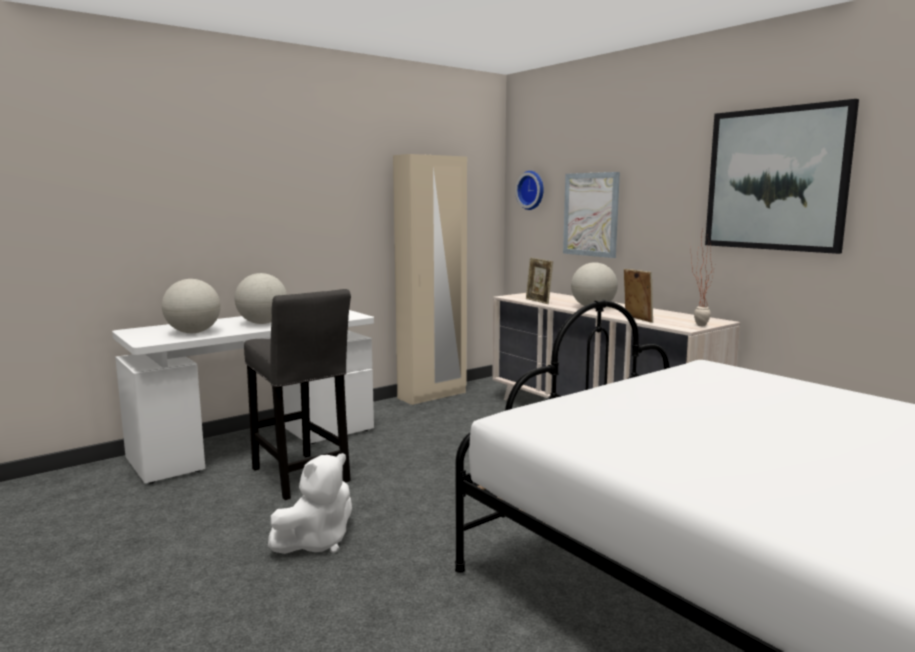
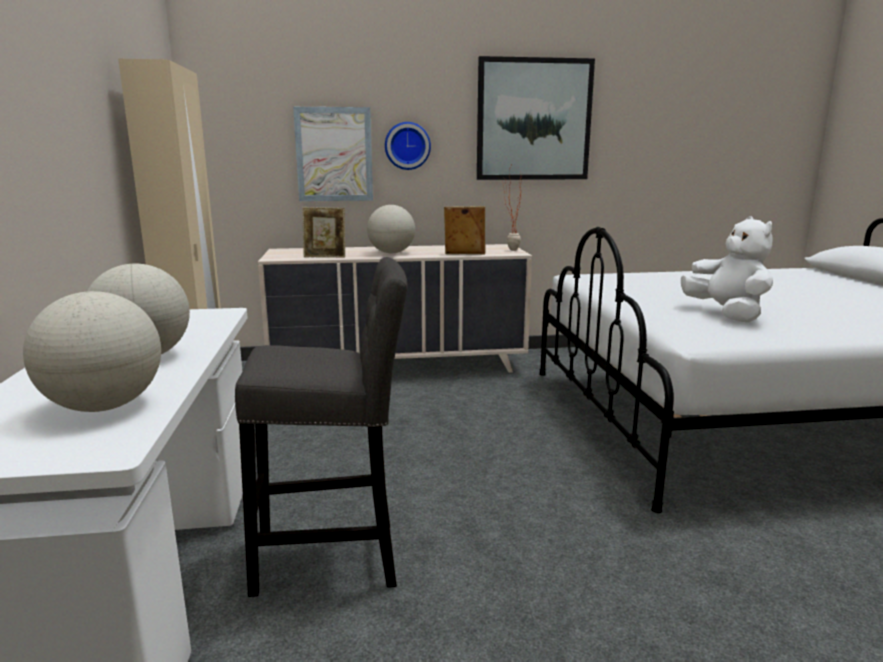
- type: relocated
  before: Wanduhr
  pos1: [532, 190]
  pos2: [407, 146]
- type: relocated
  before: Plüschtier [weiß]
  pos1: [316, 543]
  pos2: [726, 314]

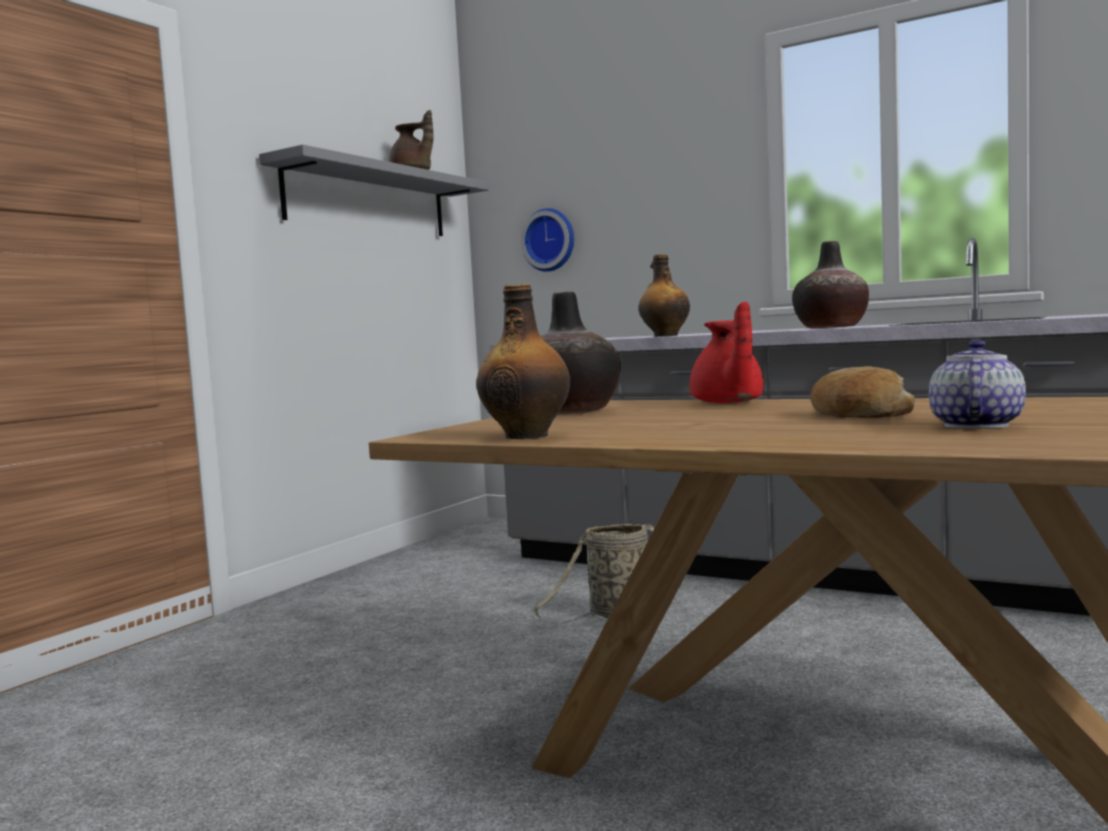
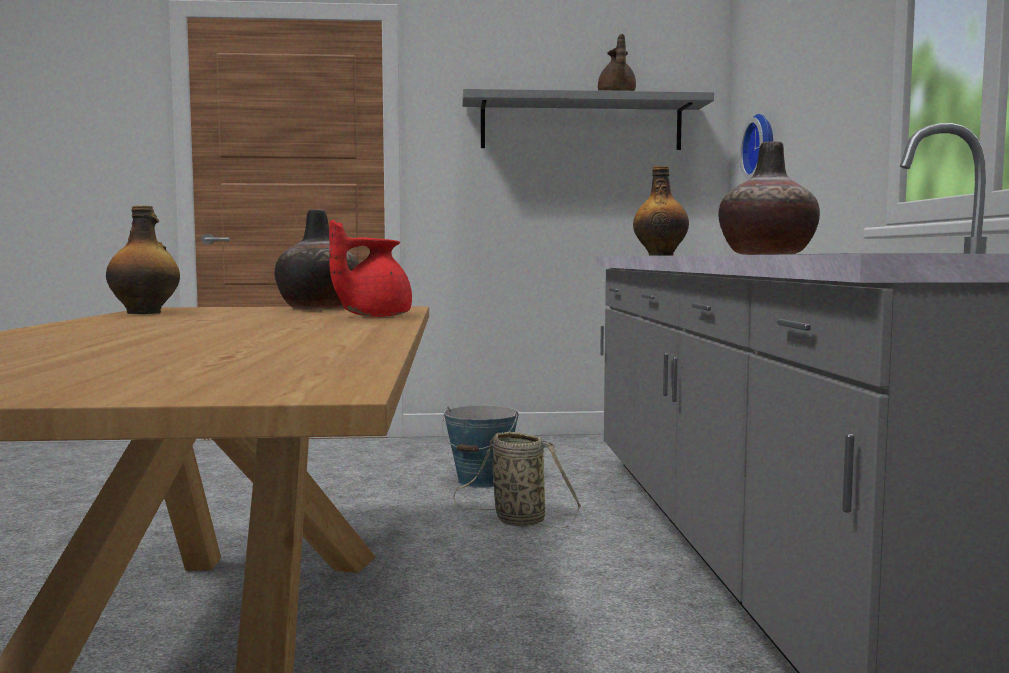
- type: missing
  before: Teekanne
  pos1: [974, 425]
- type: missing
  before: Brot
  pos1: [857, 415]
- type: appeared
  after: Eimer
  pos2: [481, 481]

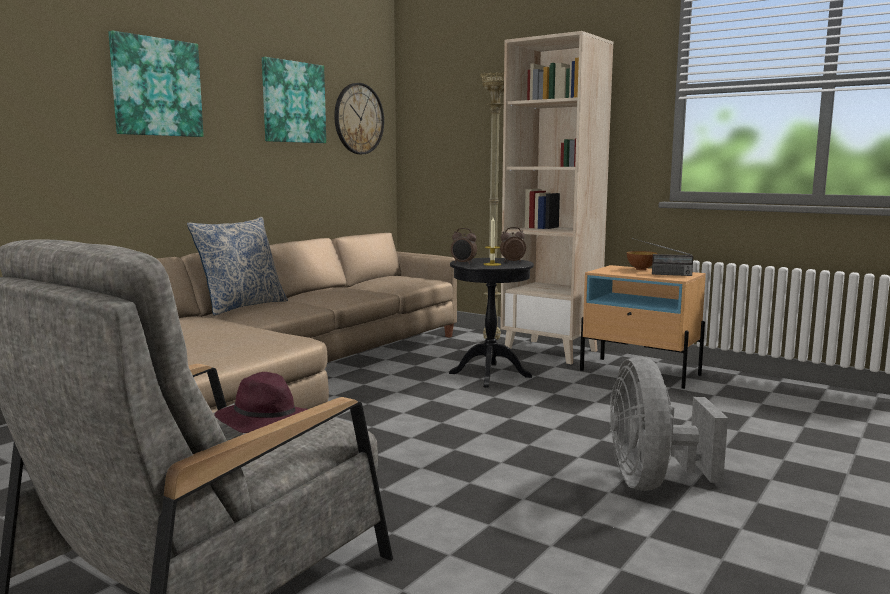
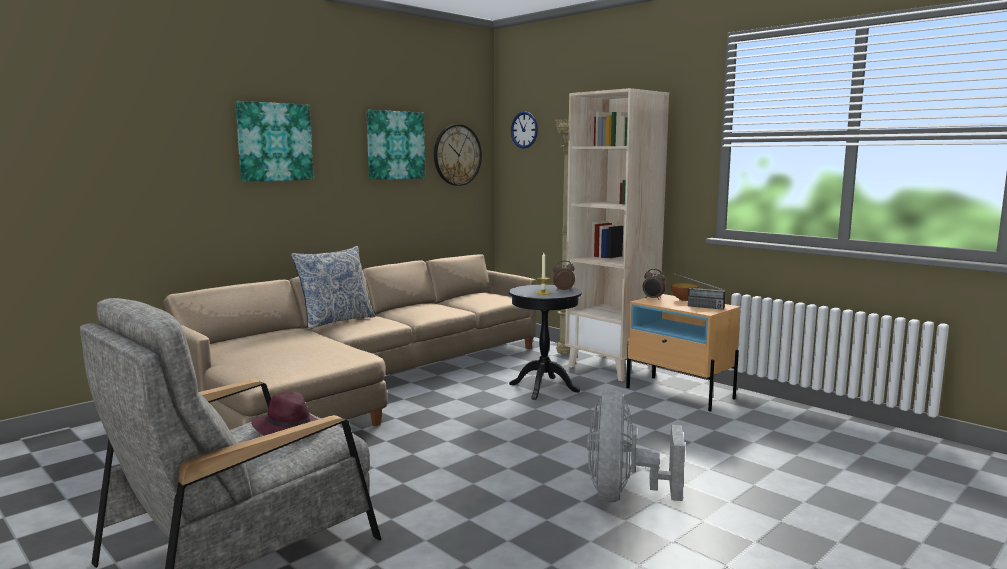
- type: relocated
  before: Wecker
  pos1: [463, 263]
  pos2: [653, 298]
- type: appeared
  after: Wanduhr
  pos2: [524, 130]

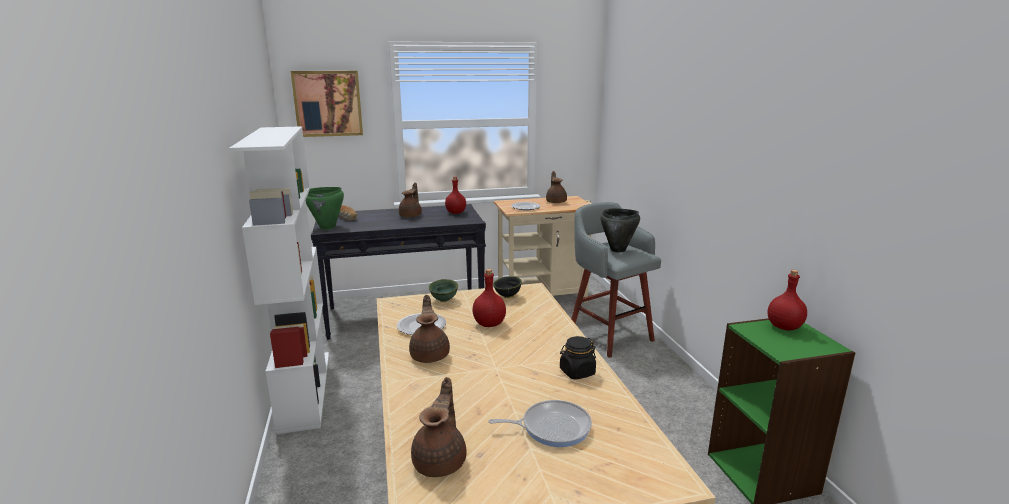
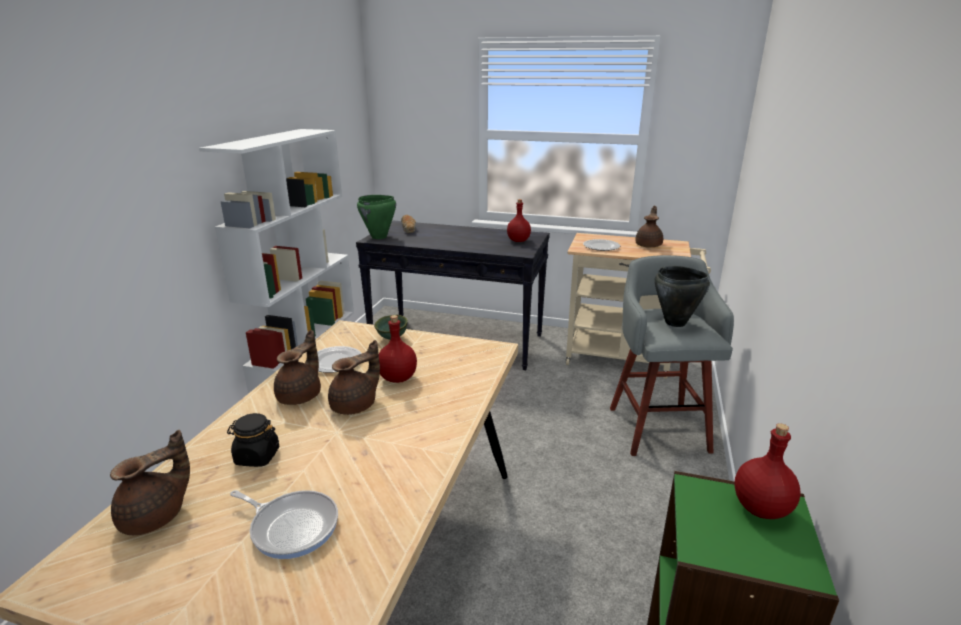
- type: missing
  before: Bild
  pos1: [328, 103]
- type: relocated
  before: Teekanne [braun]
  pos1: [411, 216]
  pos2: [356, 405]
- type: missing
  before: Schüssel [schwarz]
  pos1: [508, 296]
- type: relocated
  before: Vorratsglas [schwarz]
  pos1: [577, 372]
  pos2: [257, 456]

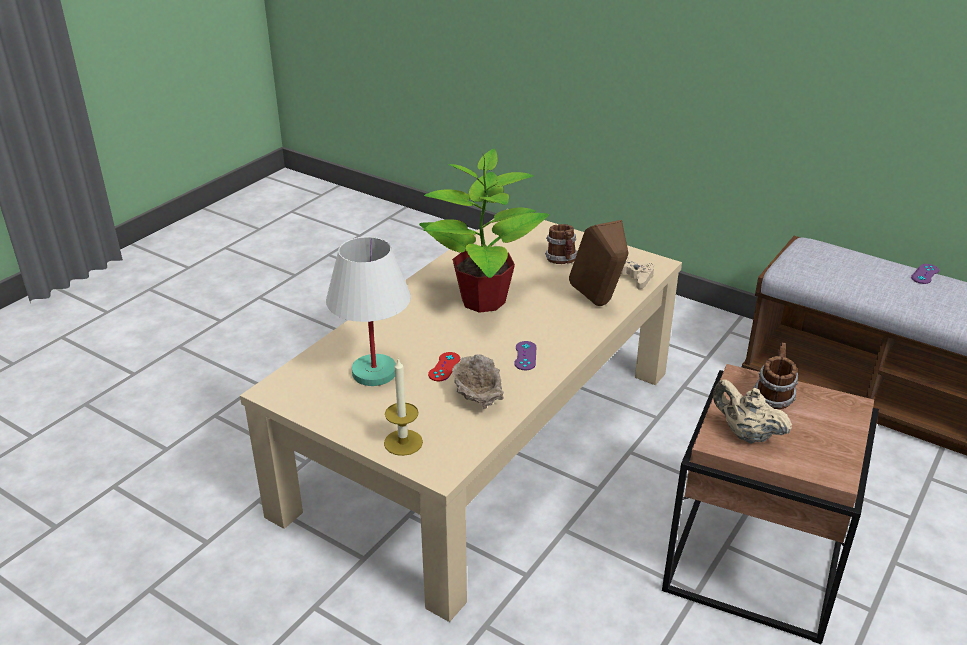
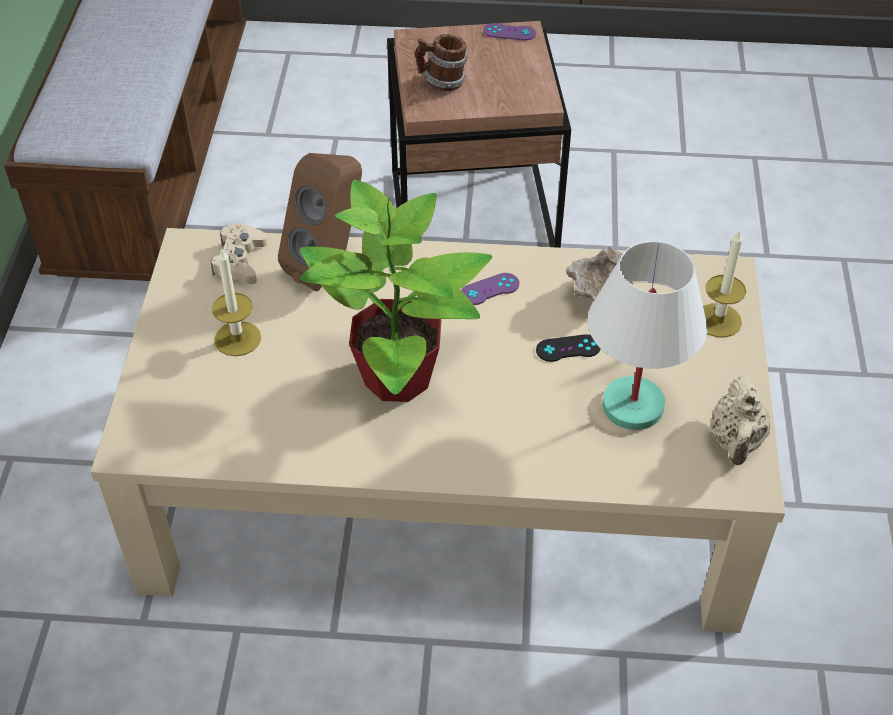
- type: exchanged
  before: Henkelbecher
  after: Kerze
  pos1: [562, 261]
  pos2: [237, 338]
- type: relocated
  before: Gamepad [lila]
  pos1: [925, 274]
  pos2: [509, 32]
- type: colour
  before: Gamepad [rot]
  after: Gamepad [schwarz]
  pos1: [444, 367]
  pos2: [568, 348]
- type: relocated
  before: Teekanne [beige]
  pos1: [746, 434]
  pos2: [736, 442]

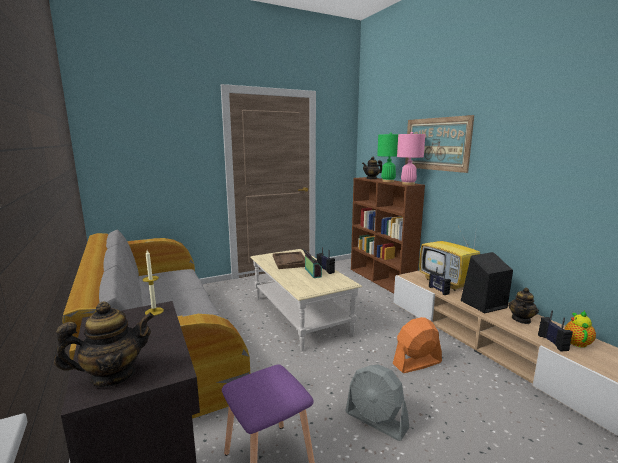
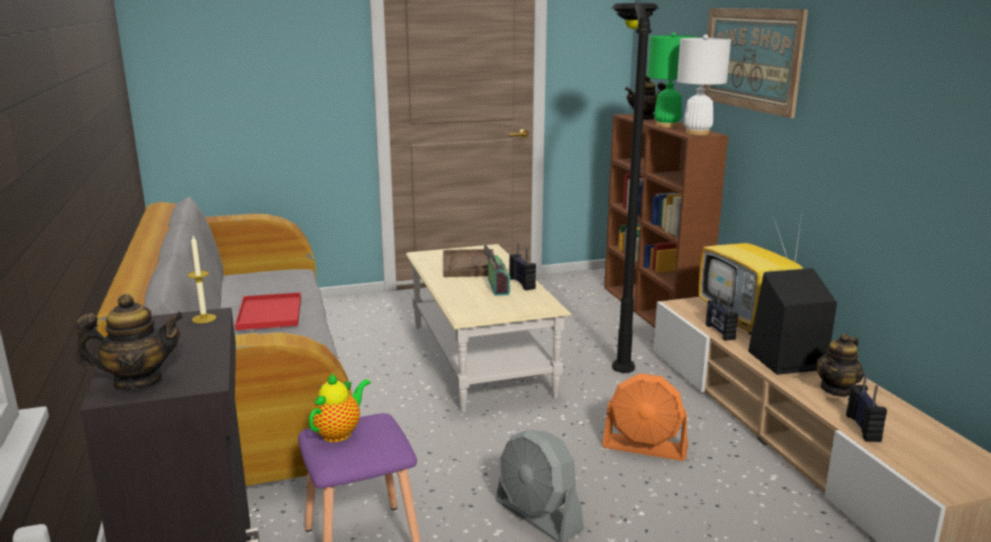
- type: colour
  before: Tischlampe [rosa]
  after: Tischlampe [weiß]
  pos1: [408, 184]
  pos2: [697, 133]
- type: relocated
  before: Teekanne
  pos1: [577, 342]
  pos2: [339, 432]
- type: spun
  before: Ventilator [orange]
  pos1: [417, 363]
  pos2: [645, 447]
  turn: -150
- type: appeared
  after: Stehlampe [schwarz]
  pos2: [618, 338]
- type: appeared
  after: Tablett [rot]
  pos2: [270, 313]

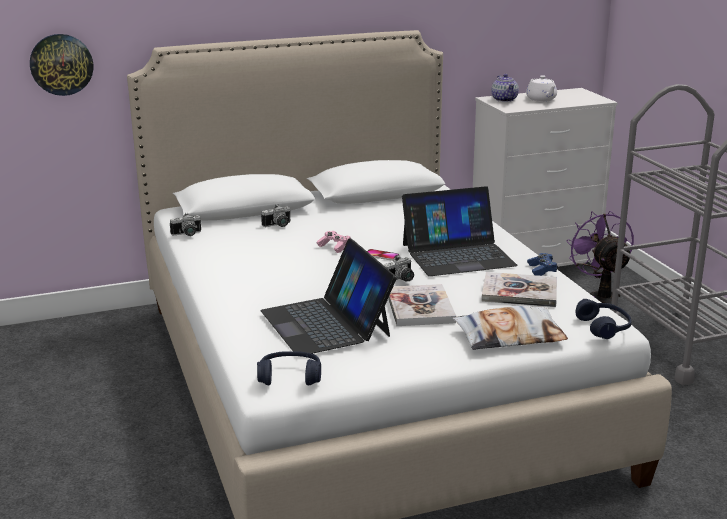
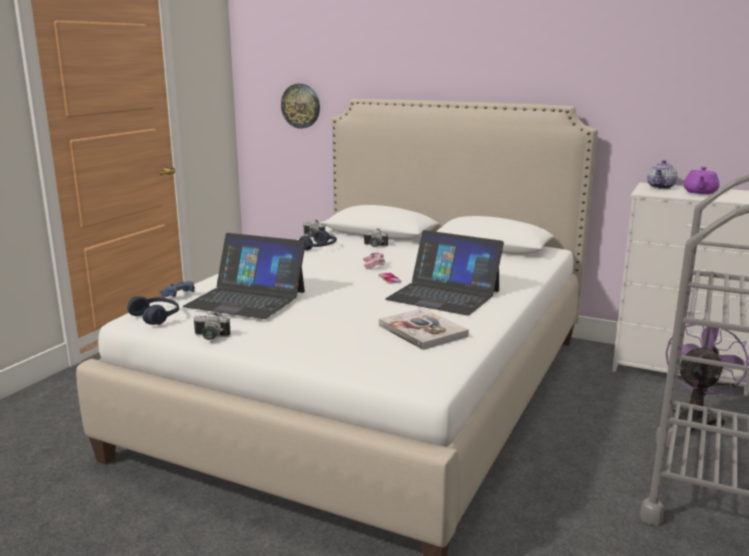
- type: colour
  before: Teekanne [weiß]
  after: Teekanne [lila]
  pos1: [541, 99]
  pos2: [700, 192]
- type: spun
  before: Laptop
  pos1: [326, 323]
  pos2: [246, 299]
  turn: -90
- type: relocated
  before: Gamepad [blau]
  pos1: [541, 270]
  pos2: [178, 295]
- type: relocated
  before: Kamera
  pos1: [401, 280]
  pos2: [210, 337]
- type: missing
  before: Buch
  pos1: [420, 308]
- type: relocated
  before: Kopfhörer [blau]
  pos1: [603, 327]
  pos2: [319, 248]
- type: missing
  before: Kissen
  pos1: [509, 336]

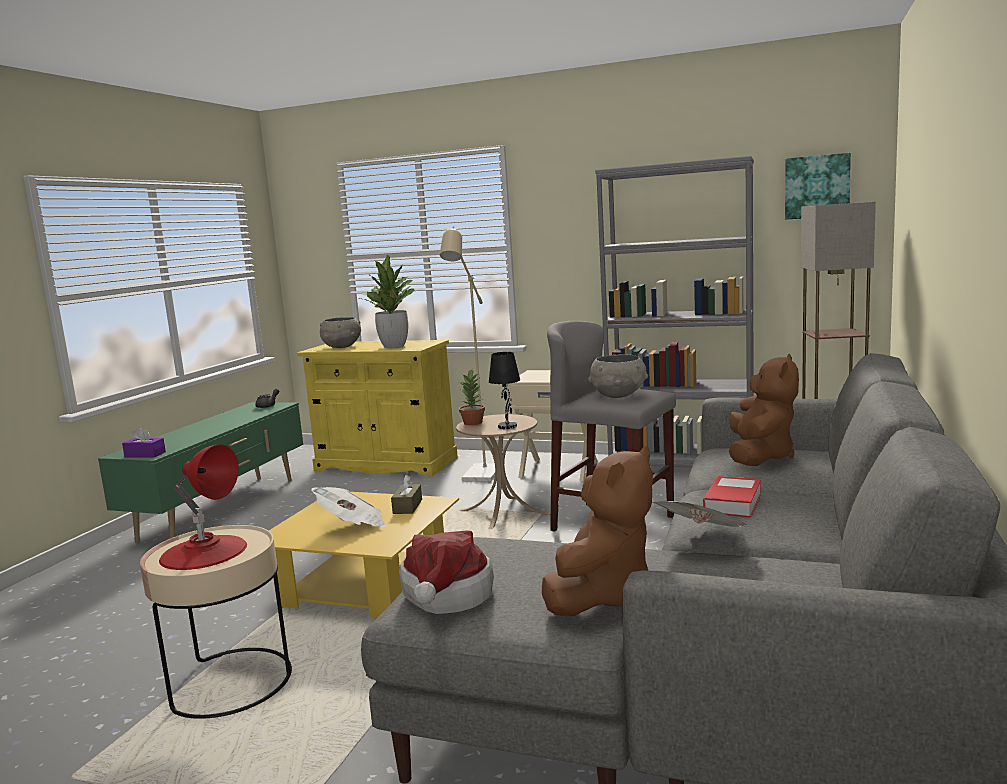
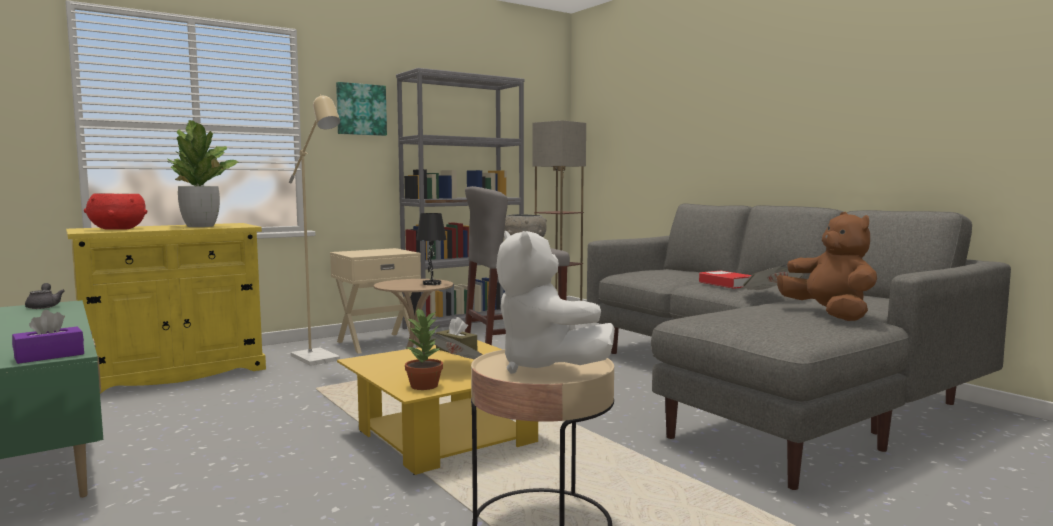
- type: relocated
  before: Bild
  pos1: [817, 187]
  pos2: [361, 109]
- type: colour
  before: Schüssel [grau]
  after: Schüssel [rot]
  pos1: [342, 346]
  pos2: [118, 229]
- type: missing
  before: Plüschtier [braun]
  pos1: [760, 456]
- type: relocated
  before: Topfpflanze
  pos1: [473, 422]
  pos2: [424, 385]
- type: exchanged
  before: Tischlampe [rot]
  after: Plüschtier [weiß]
  pos1: [204, 552]
  pos2: [544, 367]
- type: missing
  before: Hut
  pos1: [445, 597]

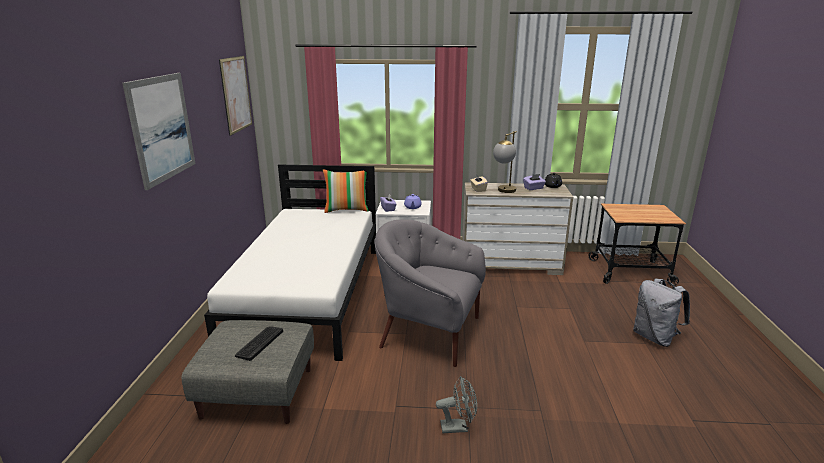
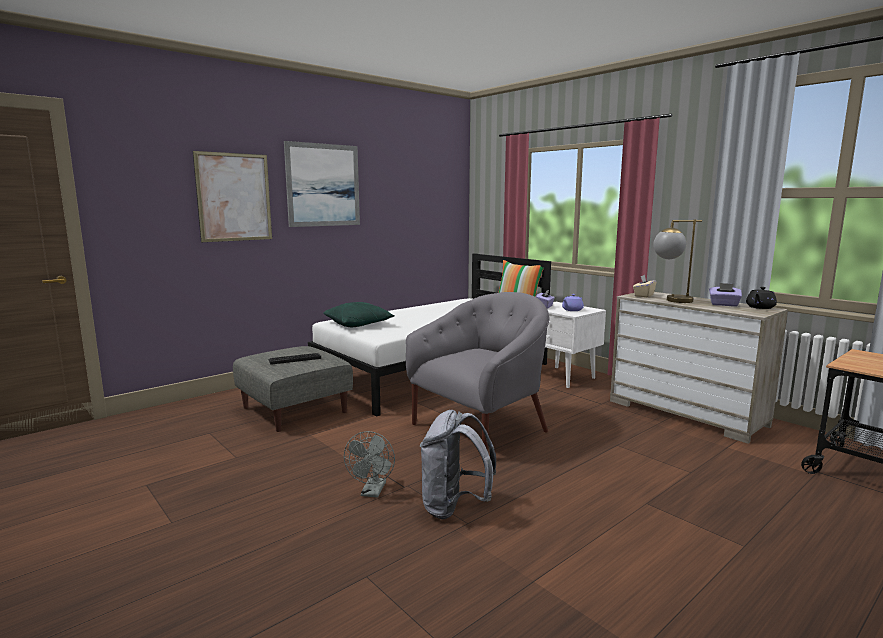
- type: relocated
  before: Bild
  pos1: [236, 94]
  pos2: [234, 197]
- type: spun
  before: Sessel [grau]
  pos1: [429, 332]
  pos2: [481, 428]
  turn: 75
- type: relocated
  before: Rucksack [grau]
  pos1: [655, 337]
  pos2: [454, 507]
- type: spun
  before: Ventilator [grau]
  pos1: [458, 427]
  pos2: [372, 492]
  turn: 60
- type: appeared
  after: Kissen [grün]
  pos2: [359, 324]

